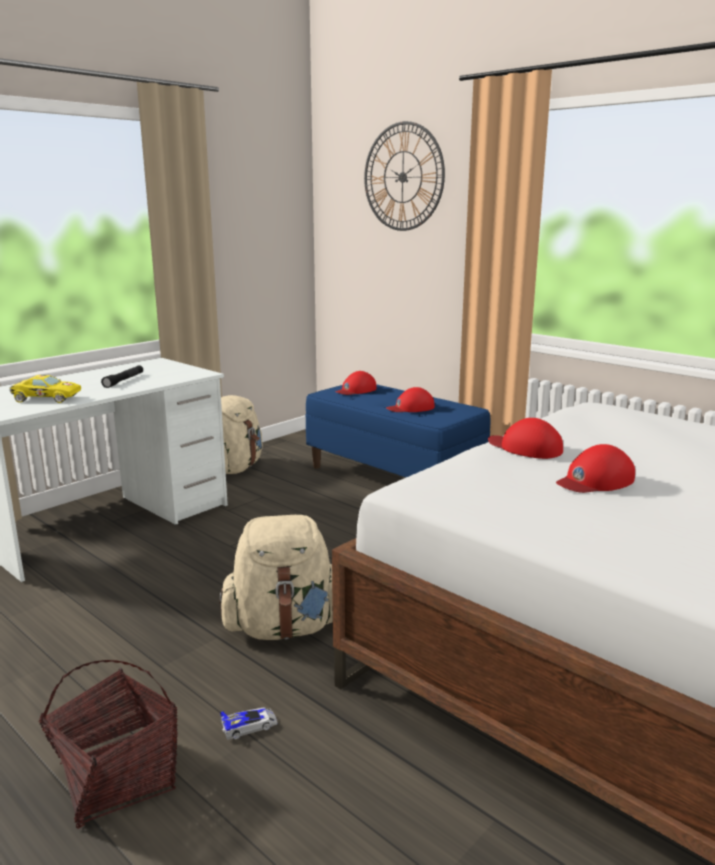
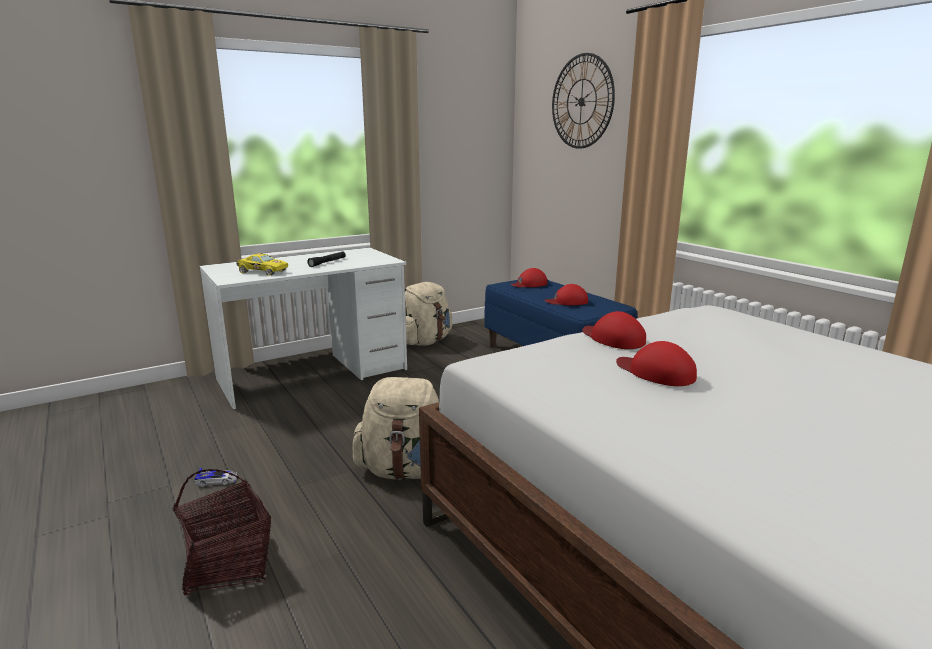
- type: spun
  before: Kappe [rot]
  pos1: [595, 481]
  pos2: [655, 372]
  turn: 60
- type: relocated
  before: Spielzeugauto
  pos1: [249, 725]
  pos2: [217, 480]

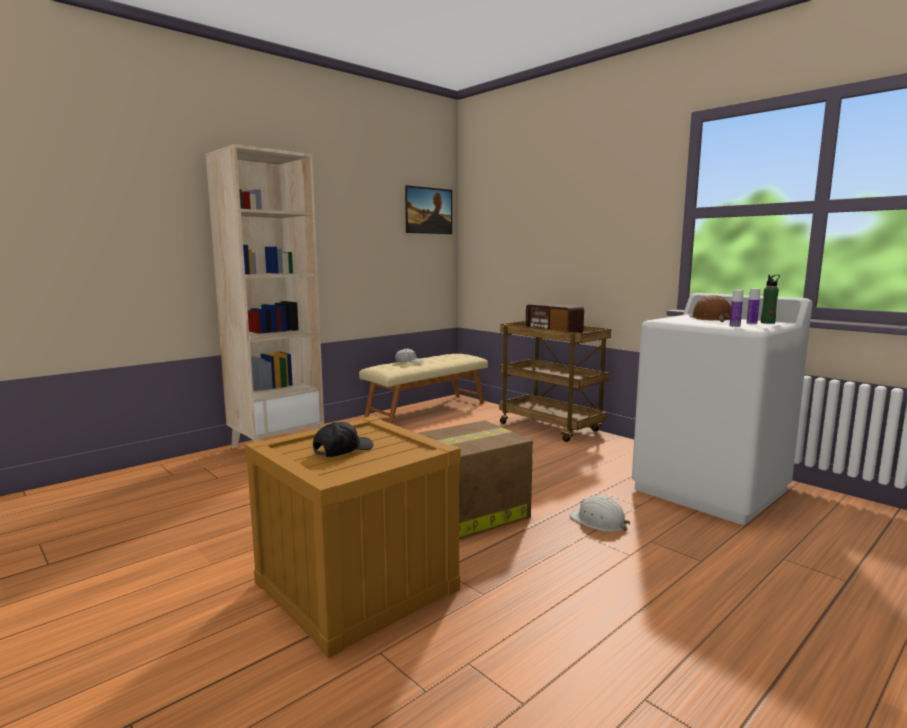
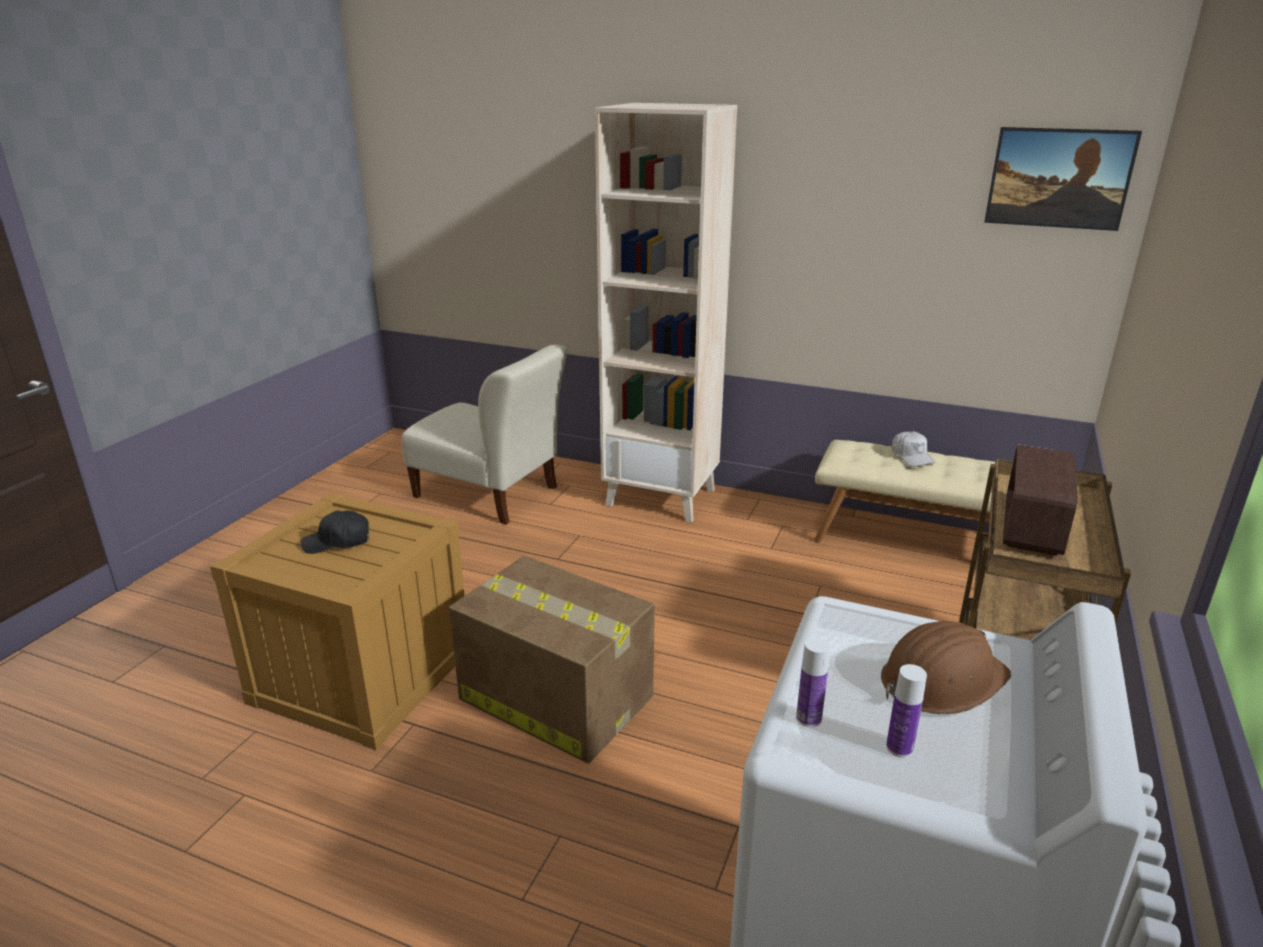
- type: missing
  before: Flasche [grün]
  pos1: [767, 323]
- type: spun
  before: Kappe [schwarz]
  pos1: [342, 450]
  pos2: [337, 542]
  turn: 150
- type: missing
  before: Schutzhelm [weiß]
  pos1: [599, 521]
- type: appeared
  after: Stuhl [beige]
  pos2: [490, 494]

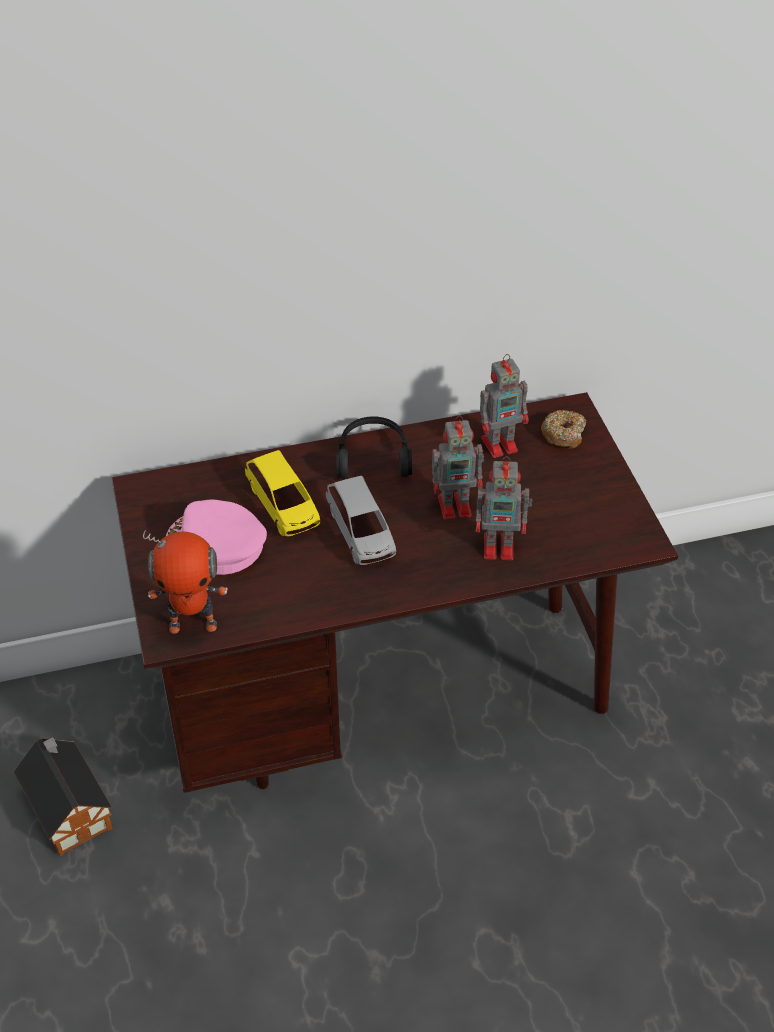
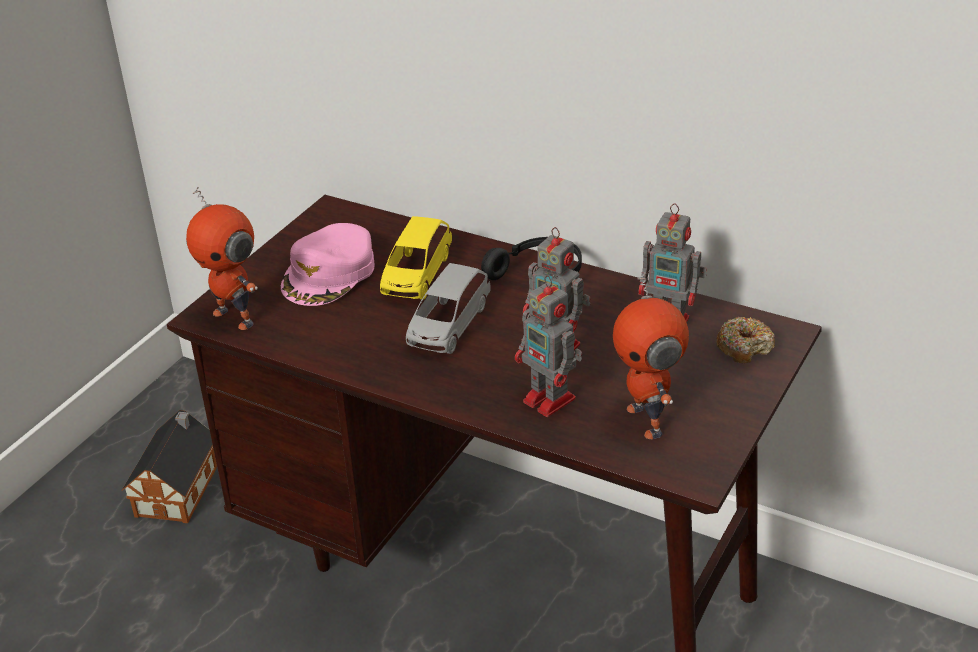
- type: spun
  before: Kappe [rosa]
  pos1: [216, 544]
  pos2: [329, 274]
  turn: -135
- type: appeared
  after: Spielzeugroboter
  pos2: [647, 420]

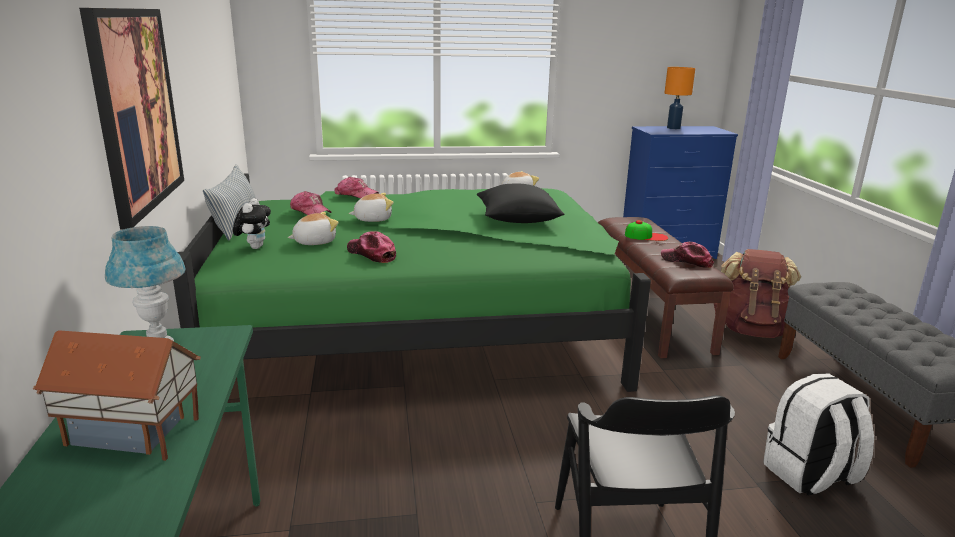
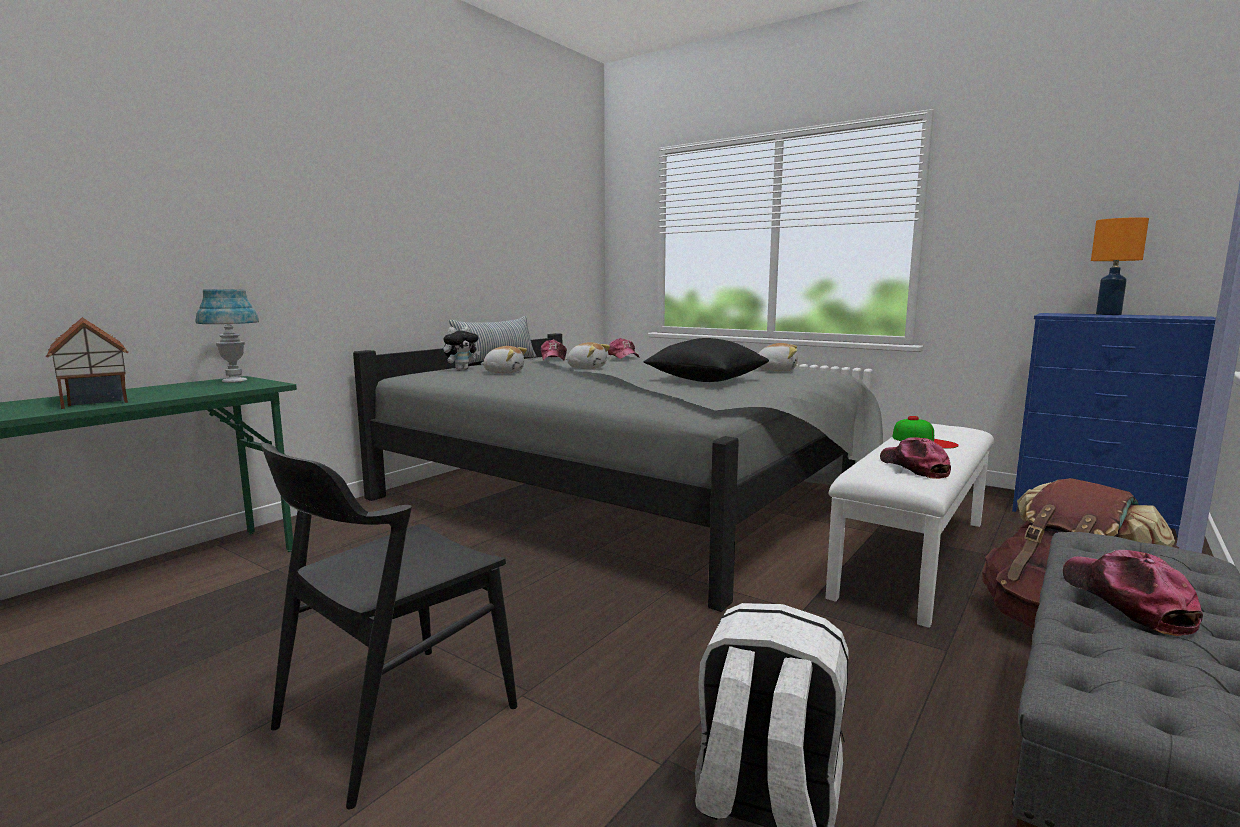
- type: missing
  before: Bild
  pos1: [136, 110]
- type: colour
  before: Bett [grün]
  after: Bett [grau]
  pos1: [425, 326]
  pos2: [628, 496]
- type: colour
  before: Bank [braun]
  after: Bank [weiß]
  pos1: [647, 312]
  pos2: [911, 556]
- type: relocated
  before: Kappe
  pos1: [371, 254]
  pos2: [1126, 601]

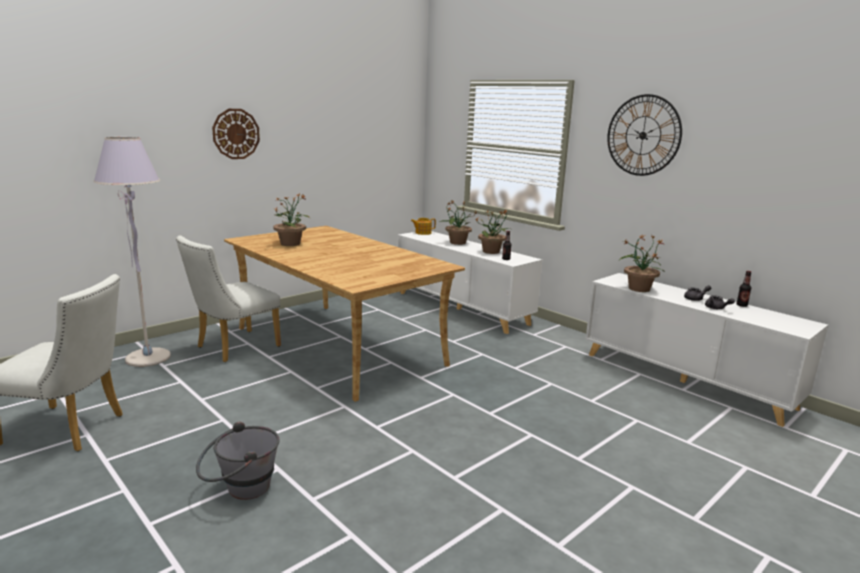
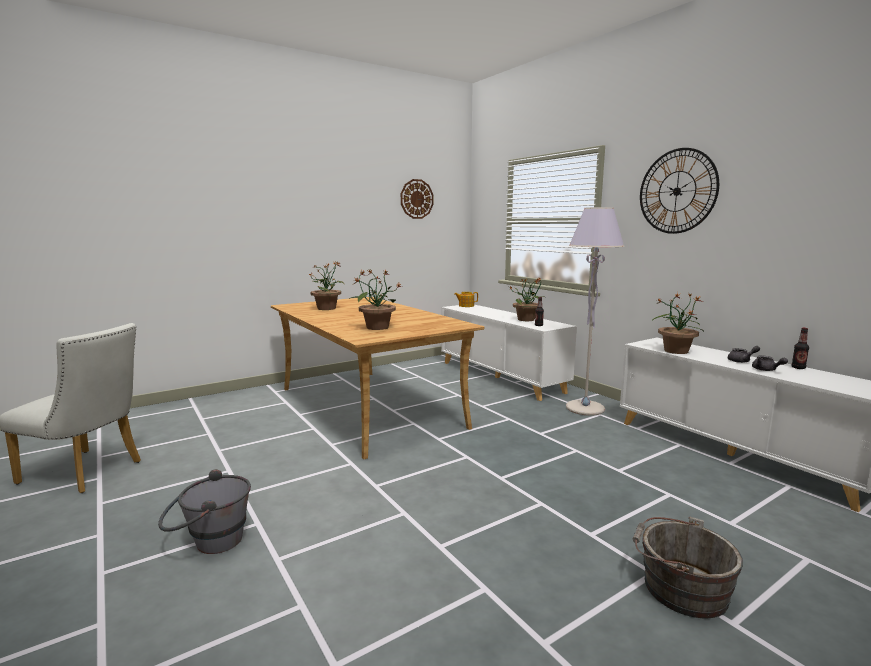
- type: relocated
  before: Wanduhr
  pos1: [236, 134]
  pos2: [416, 199]
- type: relocated
  before: Stehlampe [grau]
  pos1: [148, 358]
  pos2: [585, 409]
- type: relocated
  before: Topfpflanze
  pos1: [457, 242]
  pos2: [376, 327]
- type: missing
  before: Stuhl [weiß]
  pos1: [233, 348]
- type: appeared
  after: Eimer [grau]
  pos2: [679, 587]

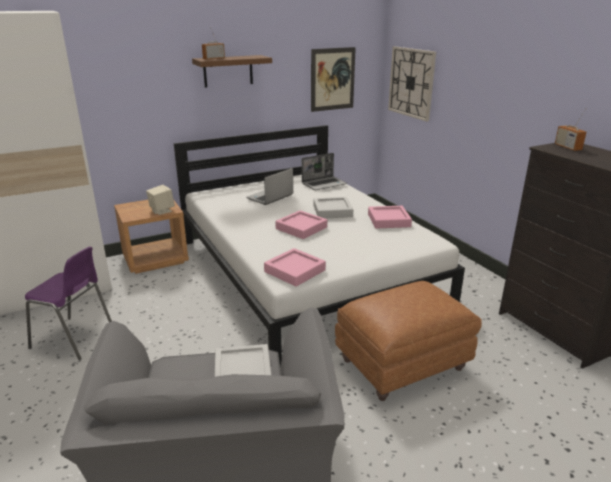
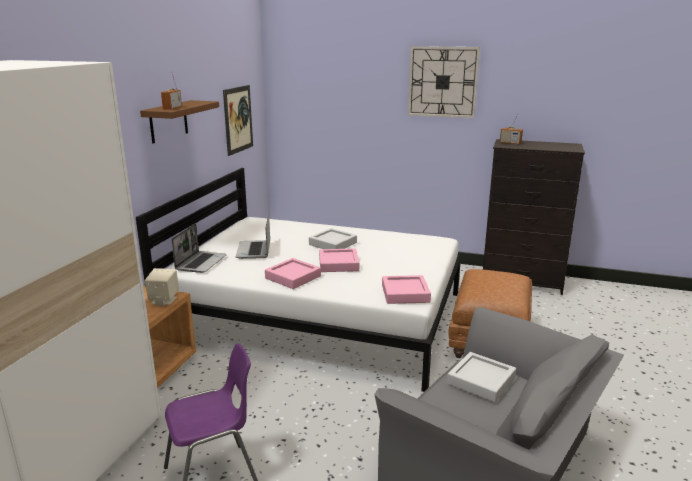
- type: relocated
  before: Wanduhr
  pos1: [411, 82]
  pos2: [442, 82]
- type: relocated
  before: Laptop
  pos1: [324, 184]
  pos2: [201, 262]
- type: relocated
  before: Tablett [rosa]
  pos1: [388, 220]
  pos2: [293, 277]

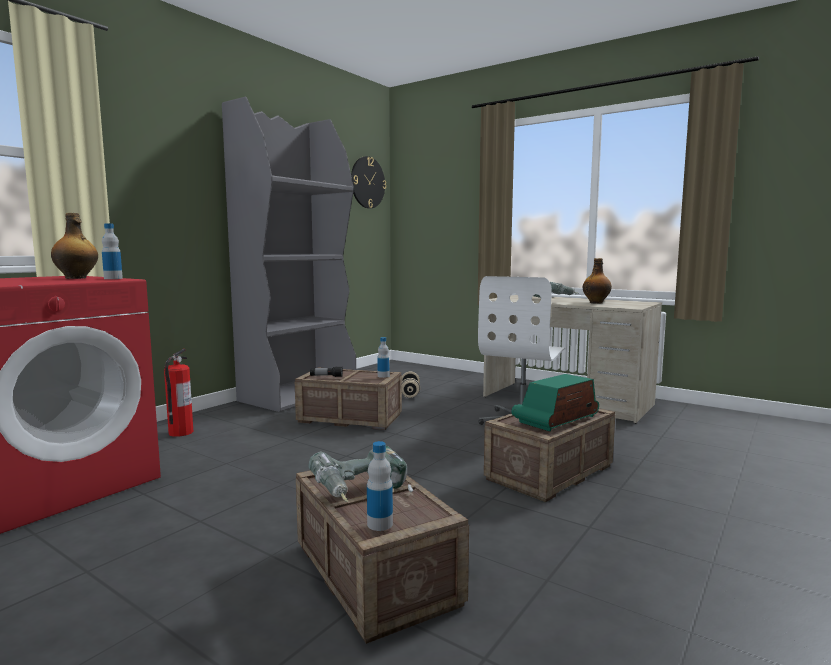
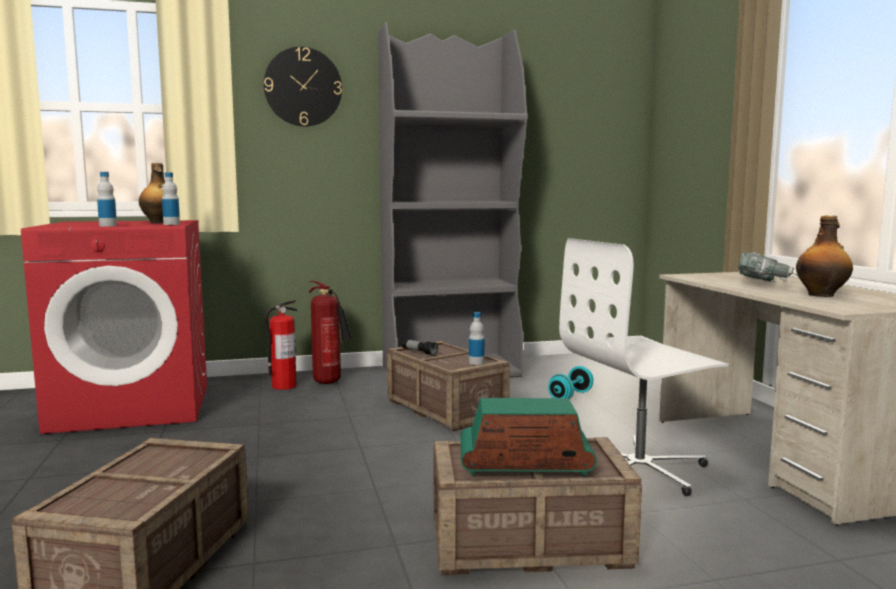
- type: relocated
  before: Wanduhr
  pos1: [367, 182]
  pos2: [303, 87]
- type: colour
  before: Hantel [beige]
  after: Hantel [türkis]
  pos1: [410, 394]
  pos2: [570, 396]
- type: relocated
  before: Flasche
  pos1: [380, 524]
  pos2: [108, 226]
- type: missing
  before: Bohrmaschine
  pos1: [362, 494]
- type: appeared
  after: Feuerlöscher
  pos2: [330, 383]

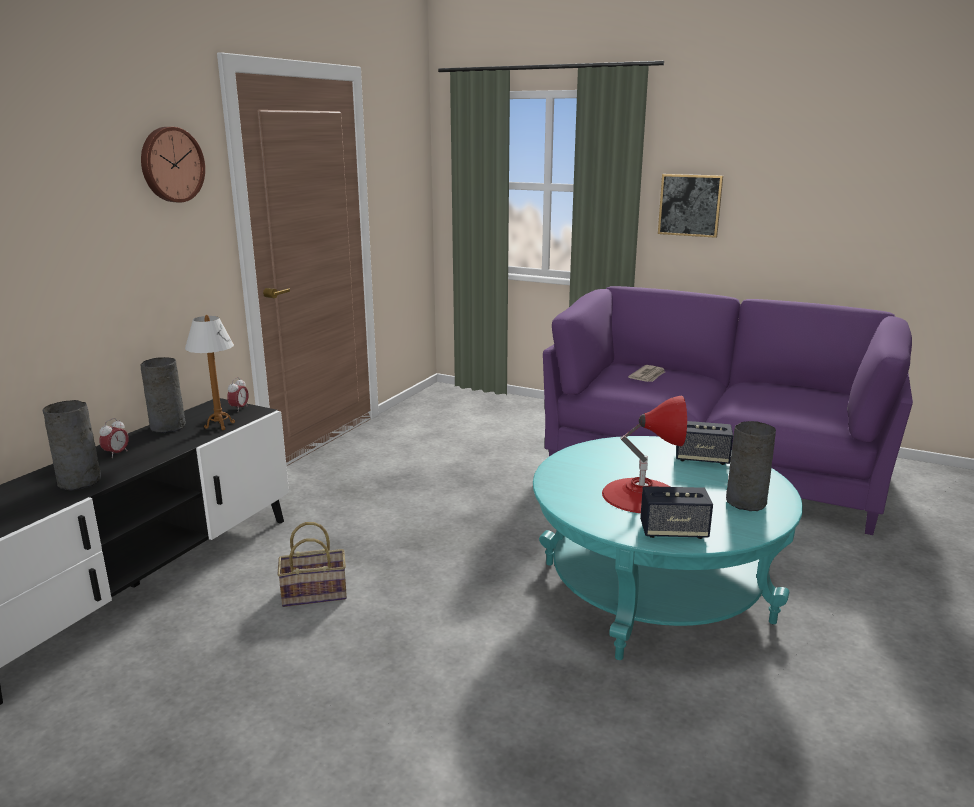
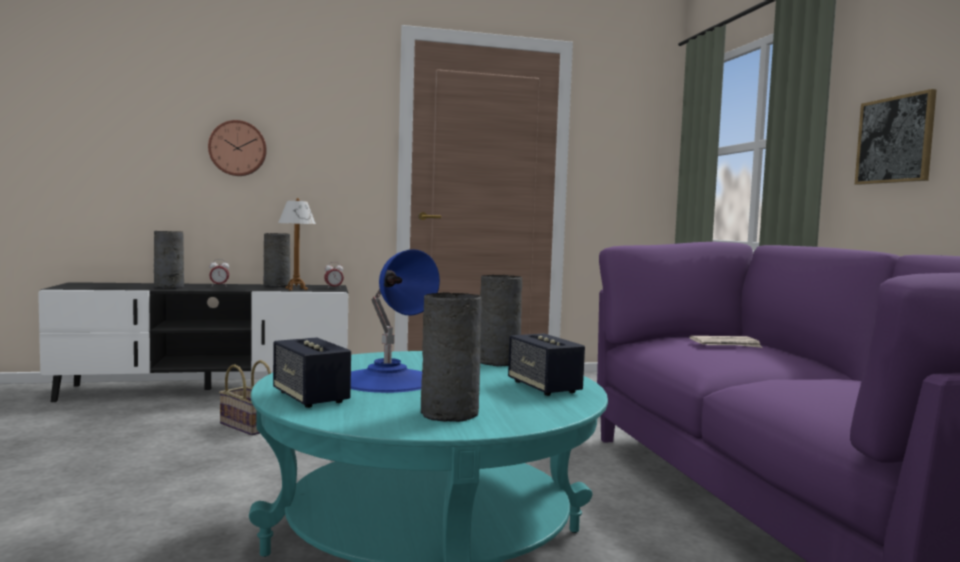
- type: relocated
  before: Wanduhr
  pos1: [171, 164]
  pos2: [238, 148]
- type: colour
  before: Tischlampe [rot]
  after: Tischlampe [blau]
  pos1: [641, 495]
  pos2: [387, 380]
- type: appeared
  after: Vase [grau]
  pos2: [499, 362]

